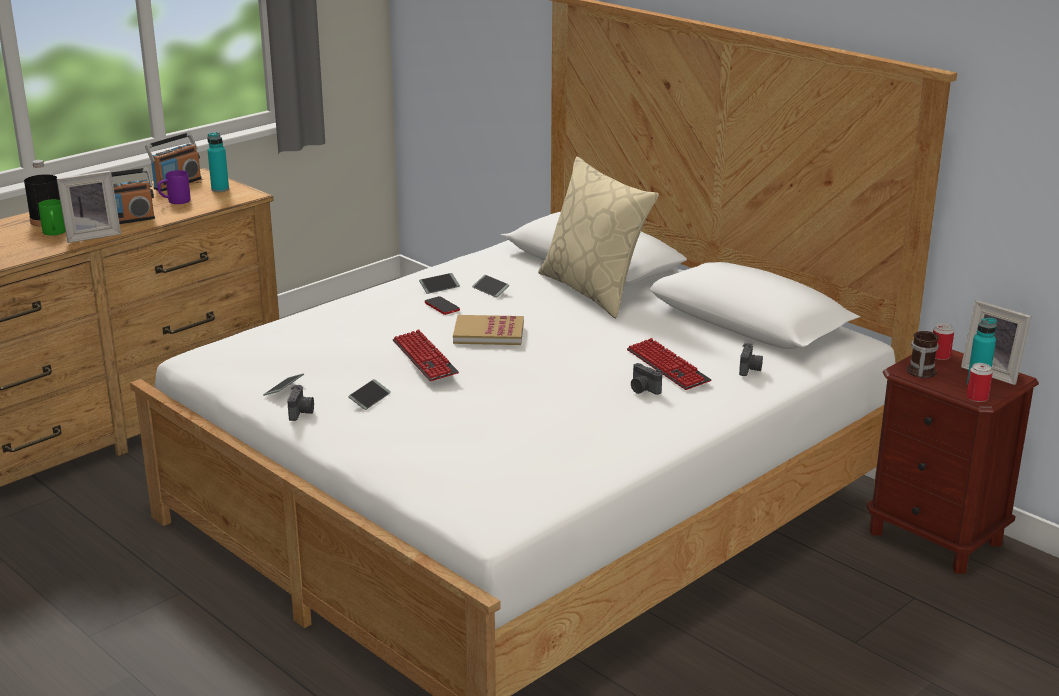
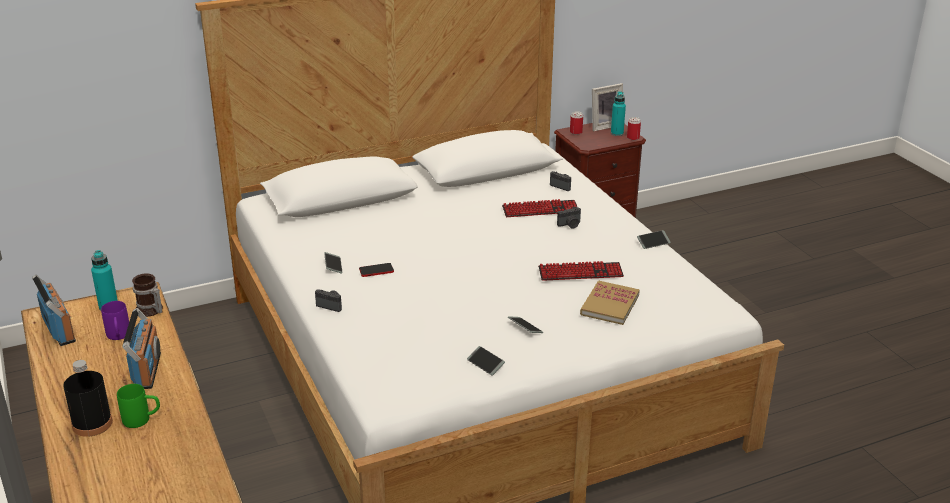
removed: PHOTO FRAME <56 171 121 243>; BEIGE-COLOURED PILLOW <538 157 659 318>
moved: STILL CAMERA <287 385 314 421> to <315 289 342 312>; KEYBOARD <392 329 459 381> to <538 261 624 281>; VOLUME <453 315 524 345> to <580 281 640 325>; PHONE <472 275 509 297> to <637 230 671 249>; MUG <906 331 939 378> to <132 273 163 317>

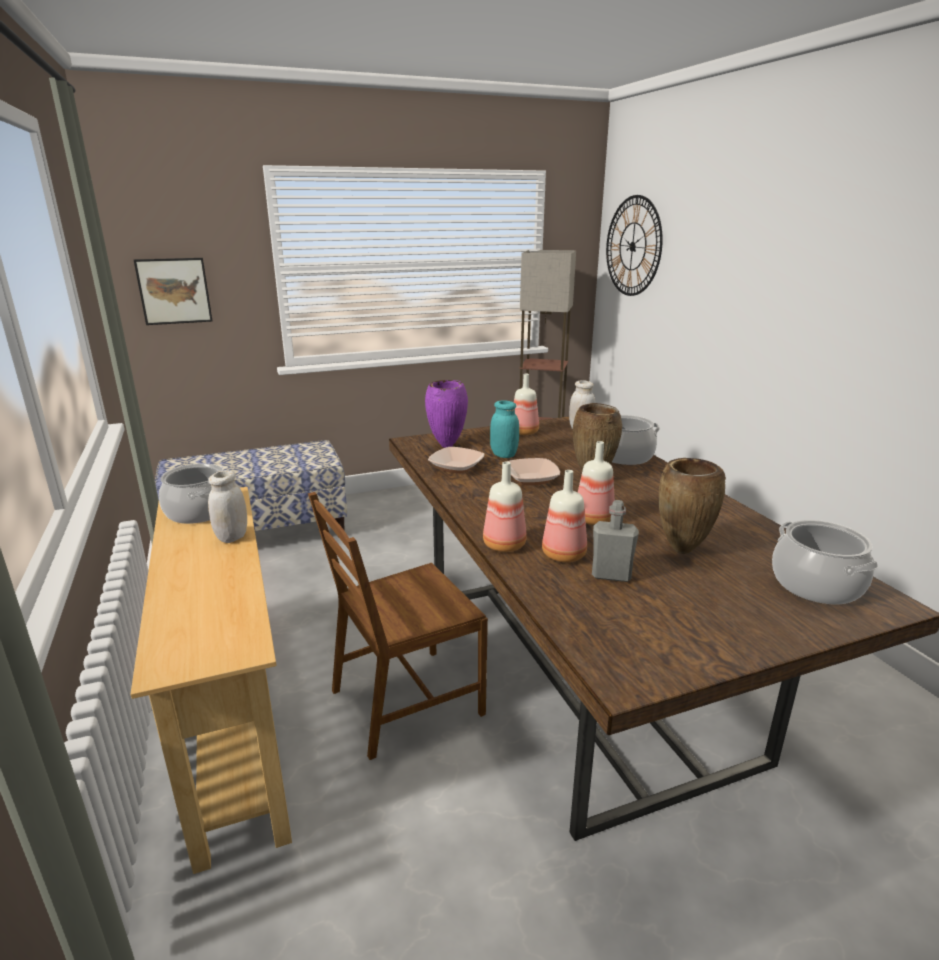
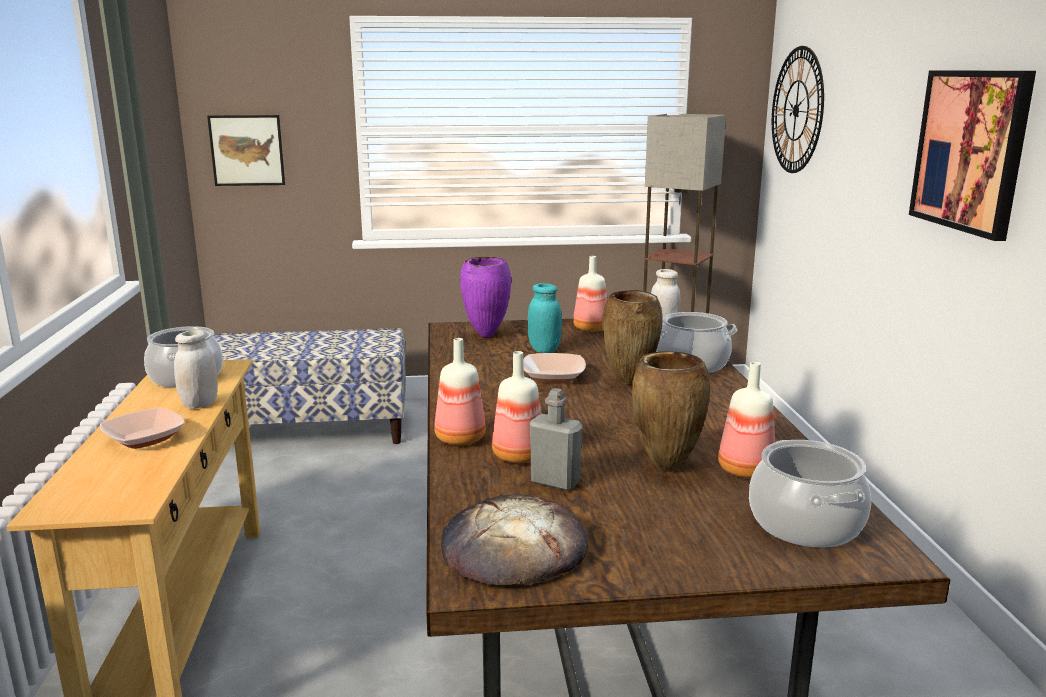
removed: BROWN CHAIR <308 492 488 760>
added: BREAD <441 495 588 585>; WALL ART <909 70 1036 241>
moved: BOWL <428 447 484 474> to <100 407 185 449>; DRINK BOTTLE <578 441 615 525> to <718 362 775 478>

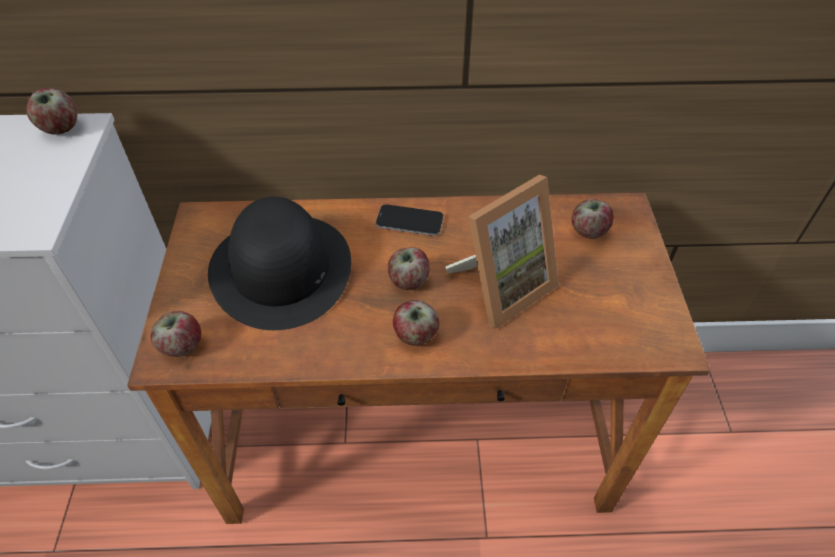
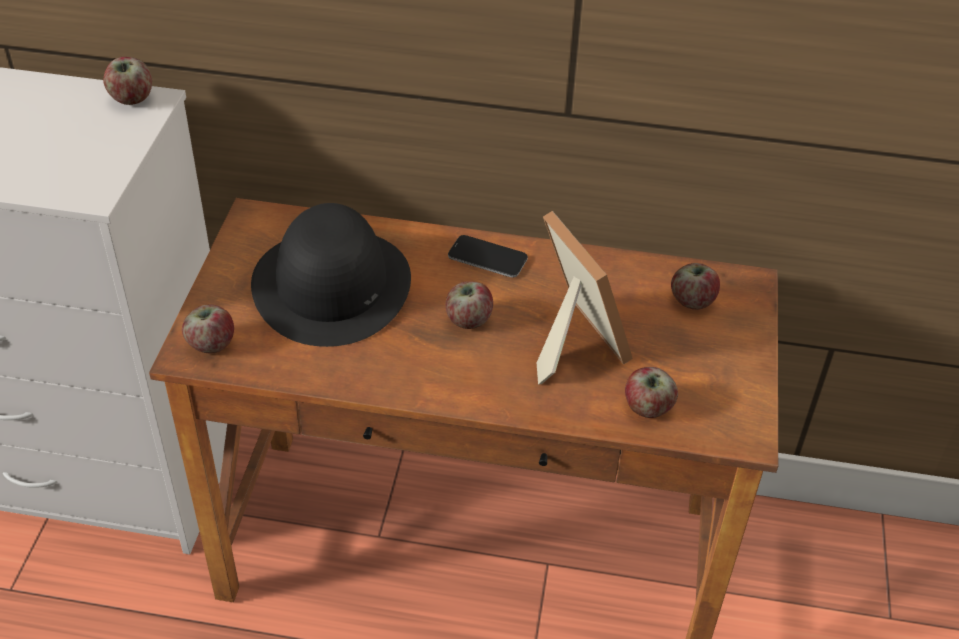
moved: APPLE FRUIT <393 300 440 346> to <625 367 678 418>
turned: PHOTO FRAME <445 175 559 329> = <537 211 633 384> 90 degrees counterclockwise

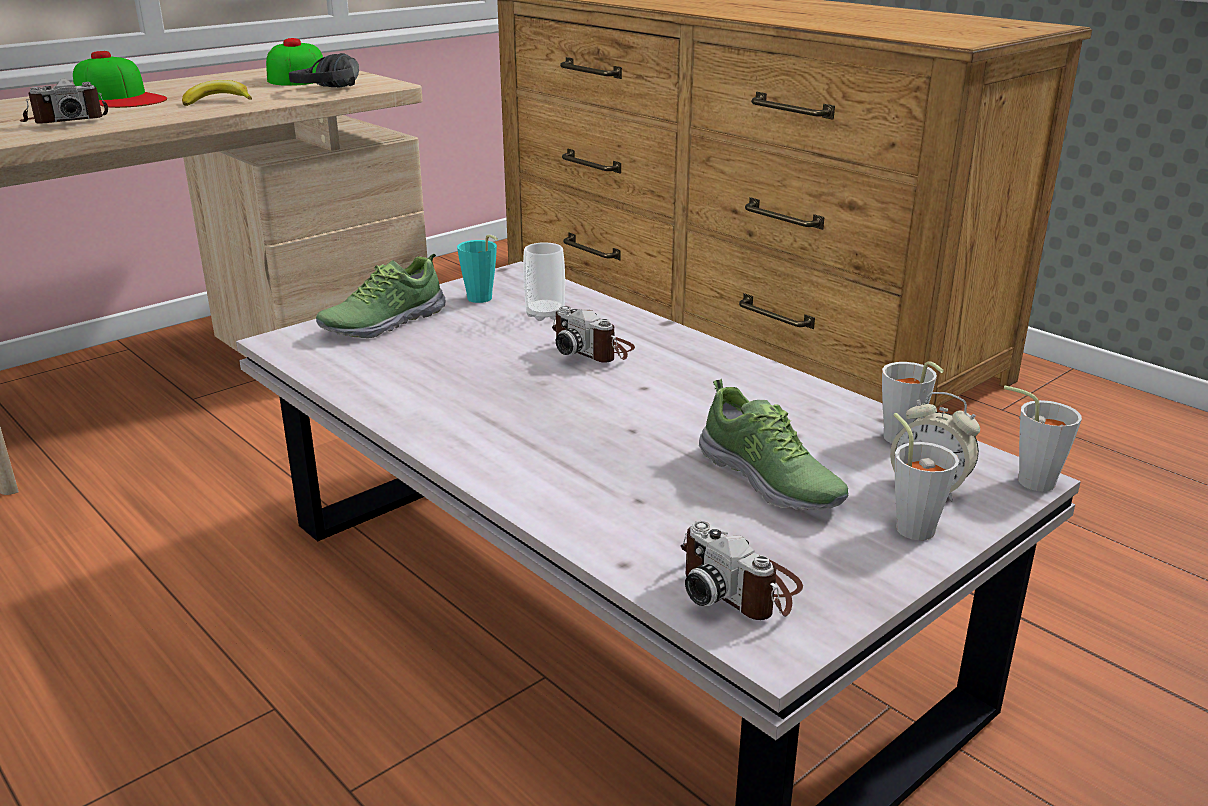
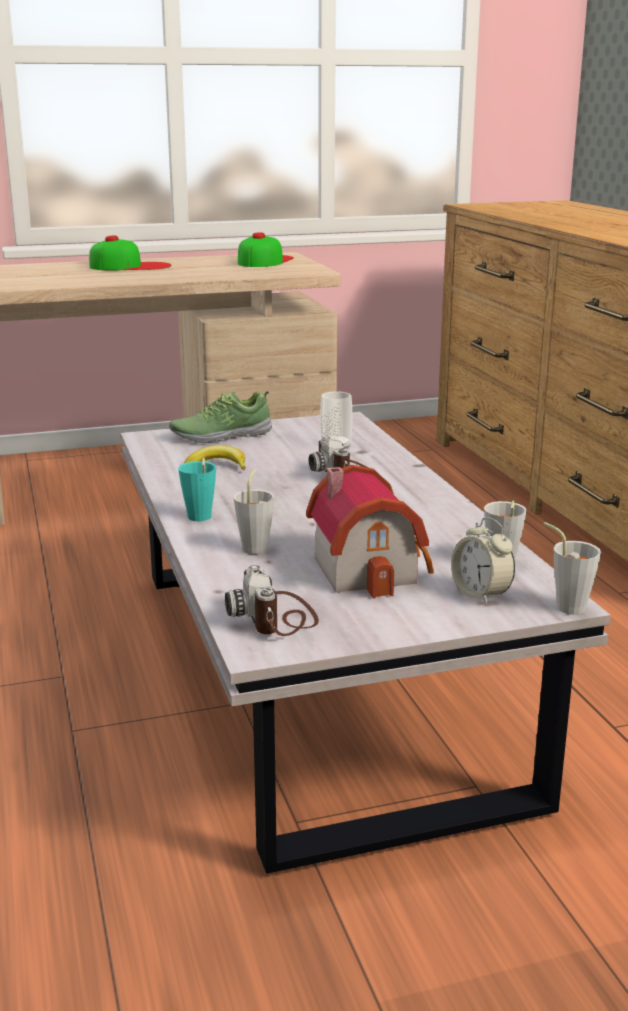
removed: STILL CAMERA <20 79 108 124>; BLACK HEADPHONES <289 53 359 87>
moved: BANANA <182 80 252 106> to <184 445 246 470>; BLUE-GREEN SMALL CUP <457 234 498 303> to <178 458 216 521>; GREY SMALL CUP <894 413 959 540> to <233 469 274 554>
replaced: ITEM OF FOOTWEAR <699 379 849 510> to TOY HOUSE <306 465 434 598>
turned: PEAKED CAP <73 51 167 108> = <89 235 172 271> 75 degrees counterclockwise

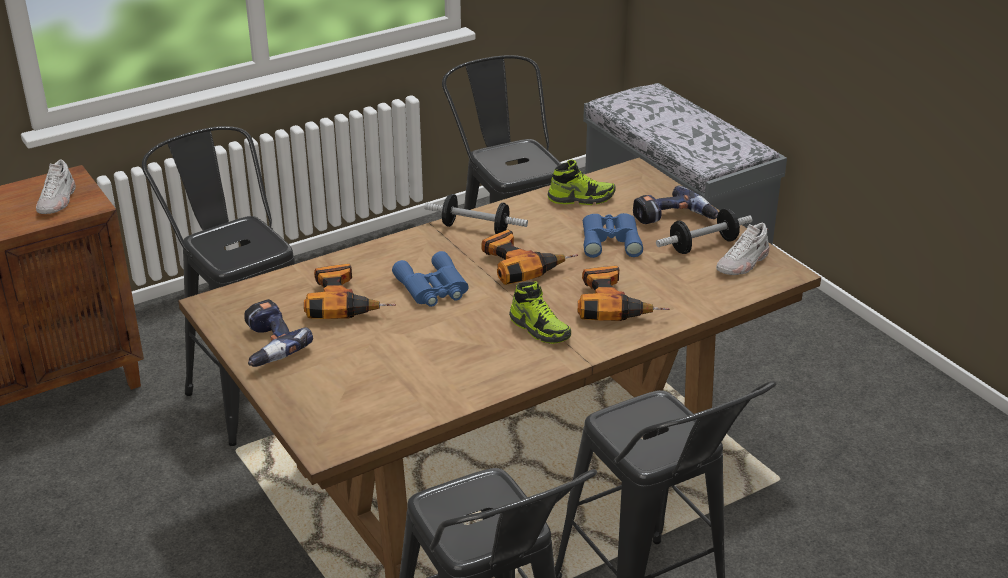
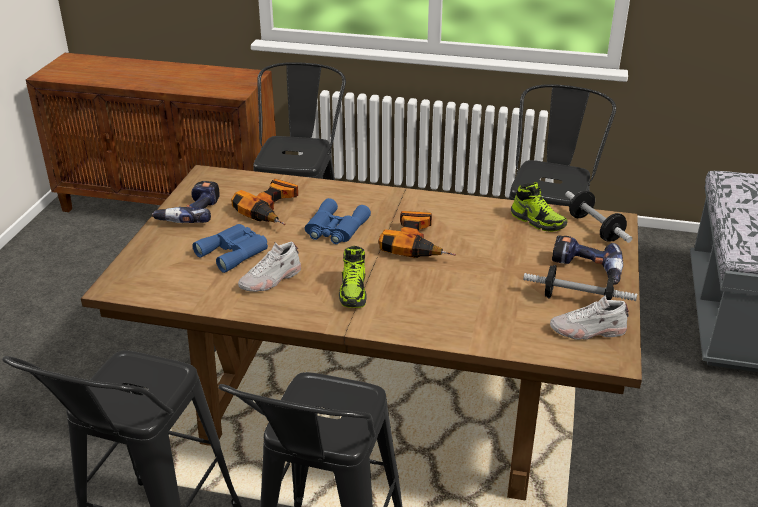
removed: POWER DRILL <578 266 669 321>
moved: WHITE-COLOURED ITEM OF FOOTWEAR <36 159 76 214> to <238 242 301 292>; FREE WEIGHT <424 194 528 234> to <565 191 632 243>; BLUE-COLOURED PAIR OF BINOCULARS <583 213 643 258> to <192 224 268 273>

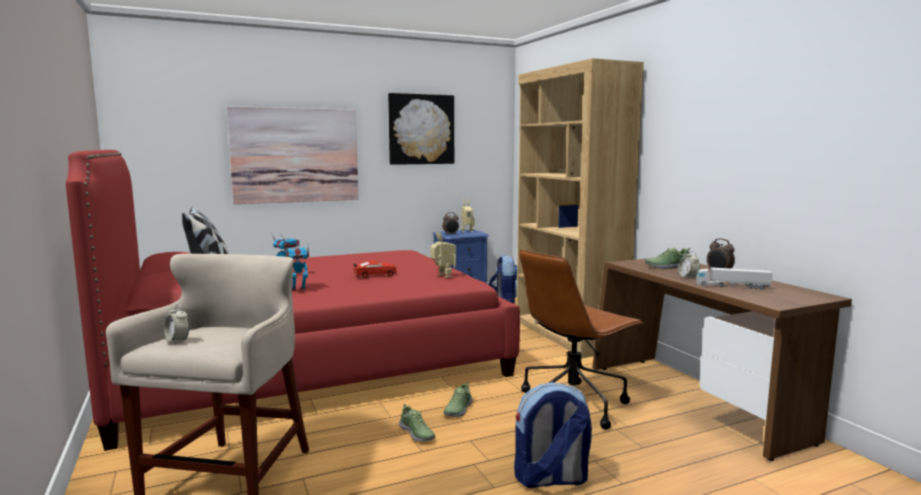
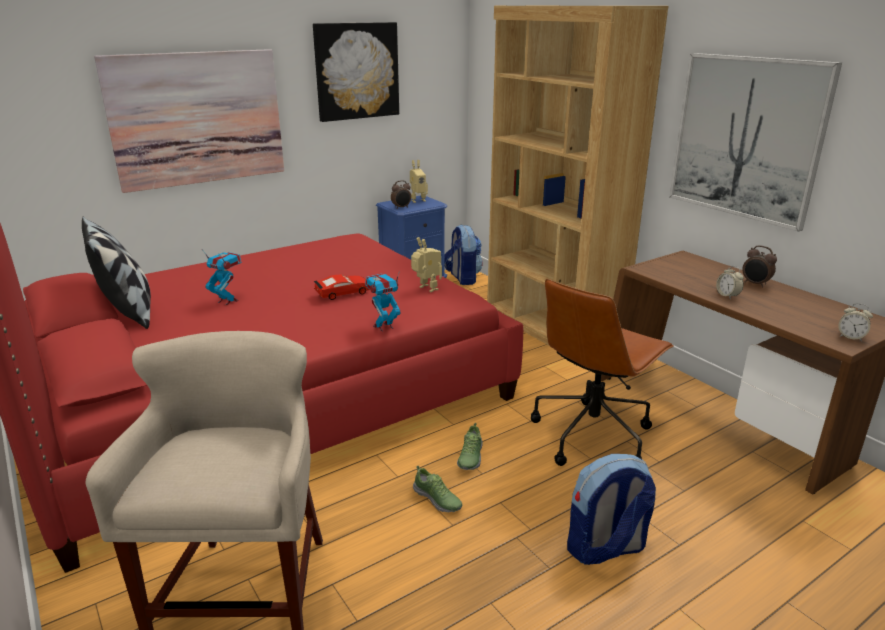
removed: ITEM OF FOOTWEAR <645 247 690 269>; TOY TRUCK <696 267 773 290>
added: WALL ART <669 53 842 232>
moved: BEDSIDE CLOCK <164 304 189 344> to <838 303 873 341>; ROBOT FIGURE <286 248 309 291> to <365 271 400 332>

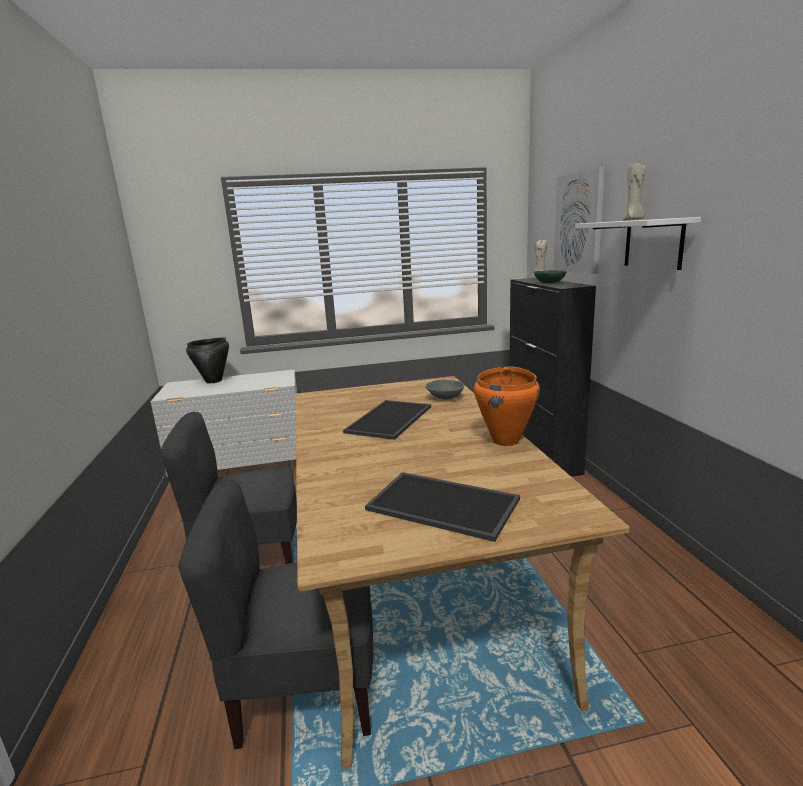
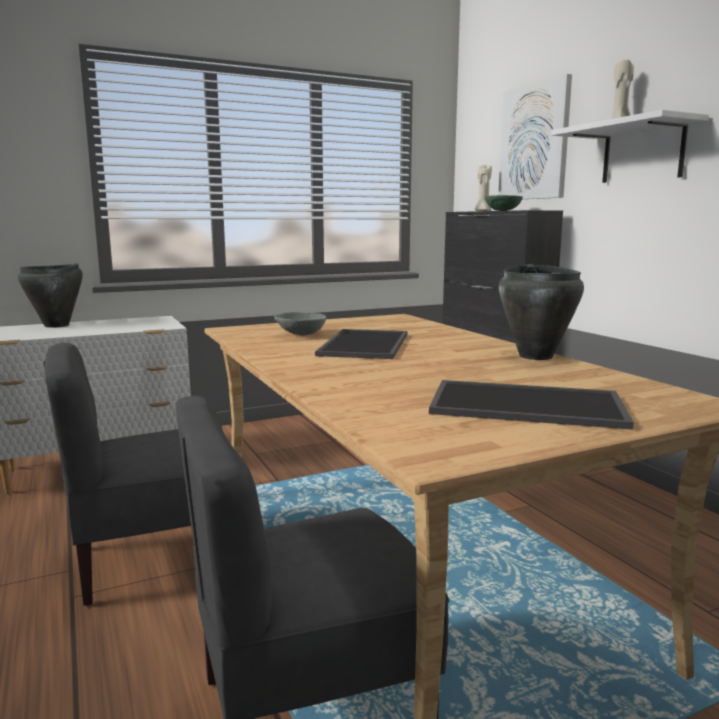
moved: GREY BOWL <426 380 464 400> to <274 312 326 336>
recoloured: ORANGE SAUCEPOT <474 366 540 446> to BLACK SAUCEPOT <499 264 584 360>

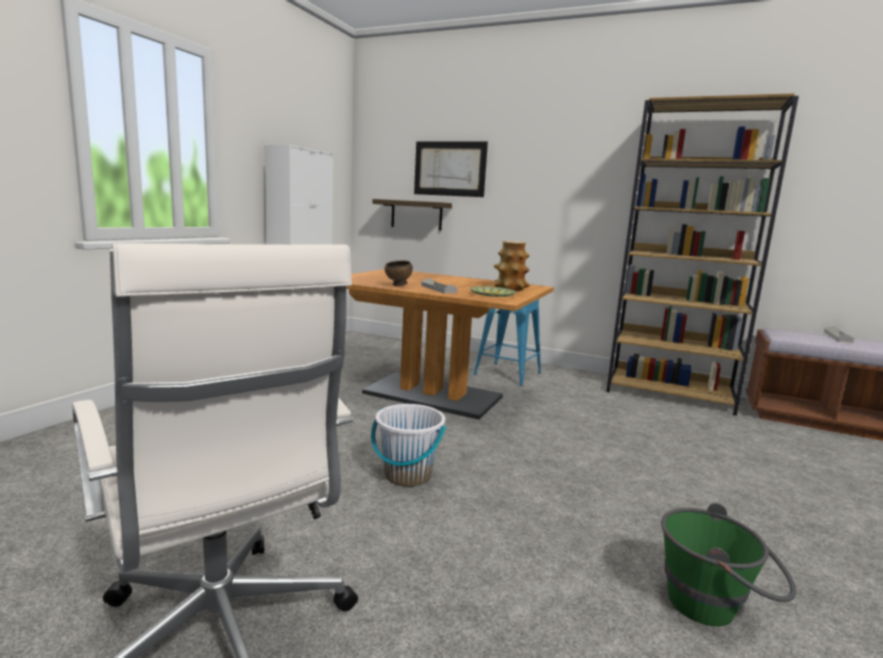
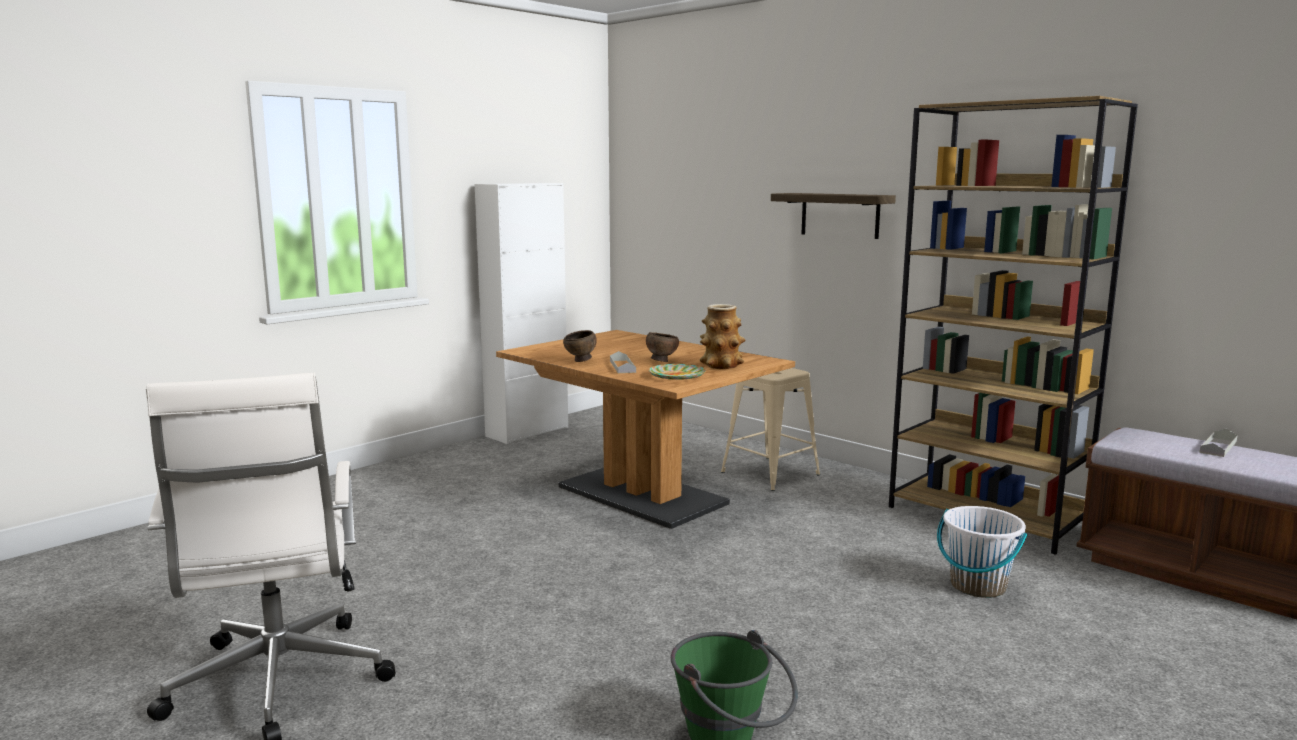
removed: WALL ART <414 142 488 197>
added: BROWN BOWL <646 332 679 362>
moved: WHITE-COLOURED PAIL <371 404 446 487> to <937 506 1027 598>; WALL SHELF <373 199 452 231> to <771 193 896 239>
recoloured: BLUE-COLOURED SITTING STOOL <474 299 541 386> to BEIGE-COLOURED SITTING STOOL <721 368 820 491>

